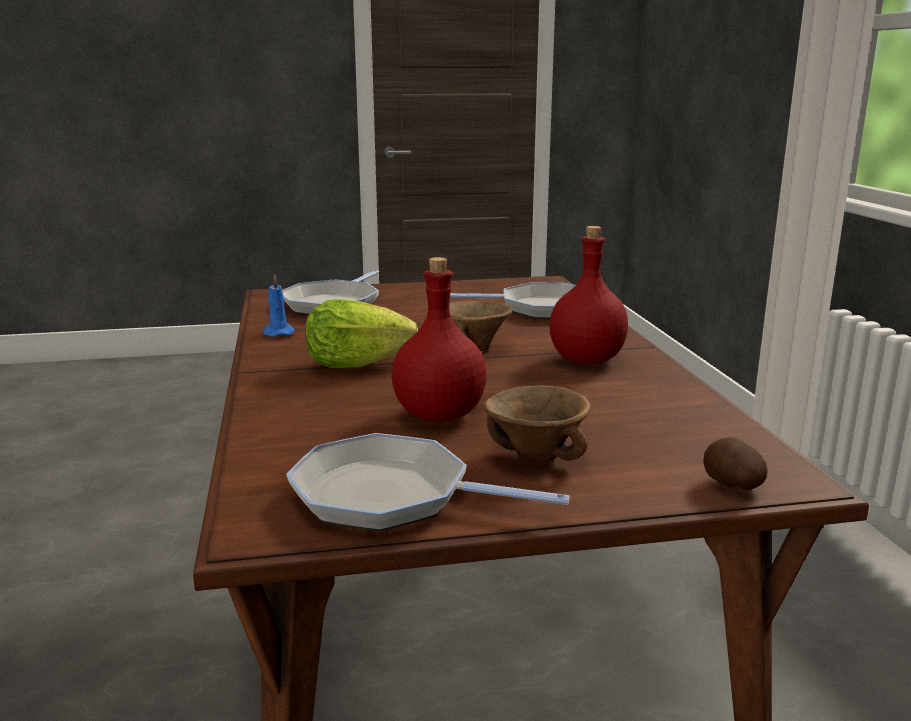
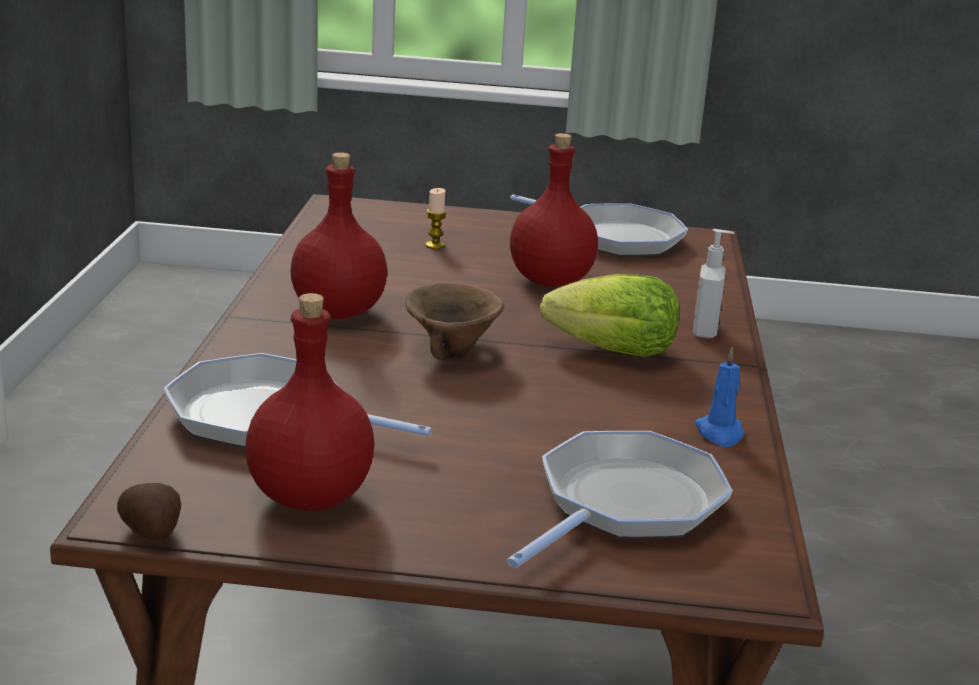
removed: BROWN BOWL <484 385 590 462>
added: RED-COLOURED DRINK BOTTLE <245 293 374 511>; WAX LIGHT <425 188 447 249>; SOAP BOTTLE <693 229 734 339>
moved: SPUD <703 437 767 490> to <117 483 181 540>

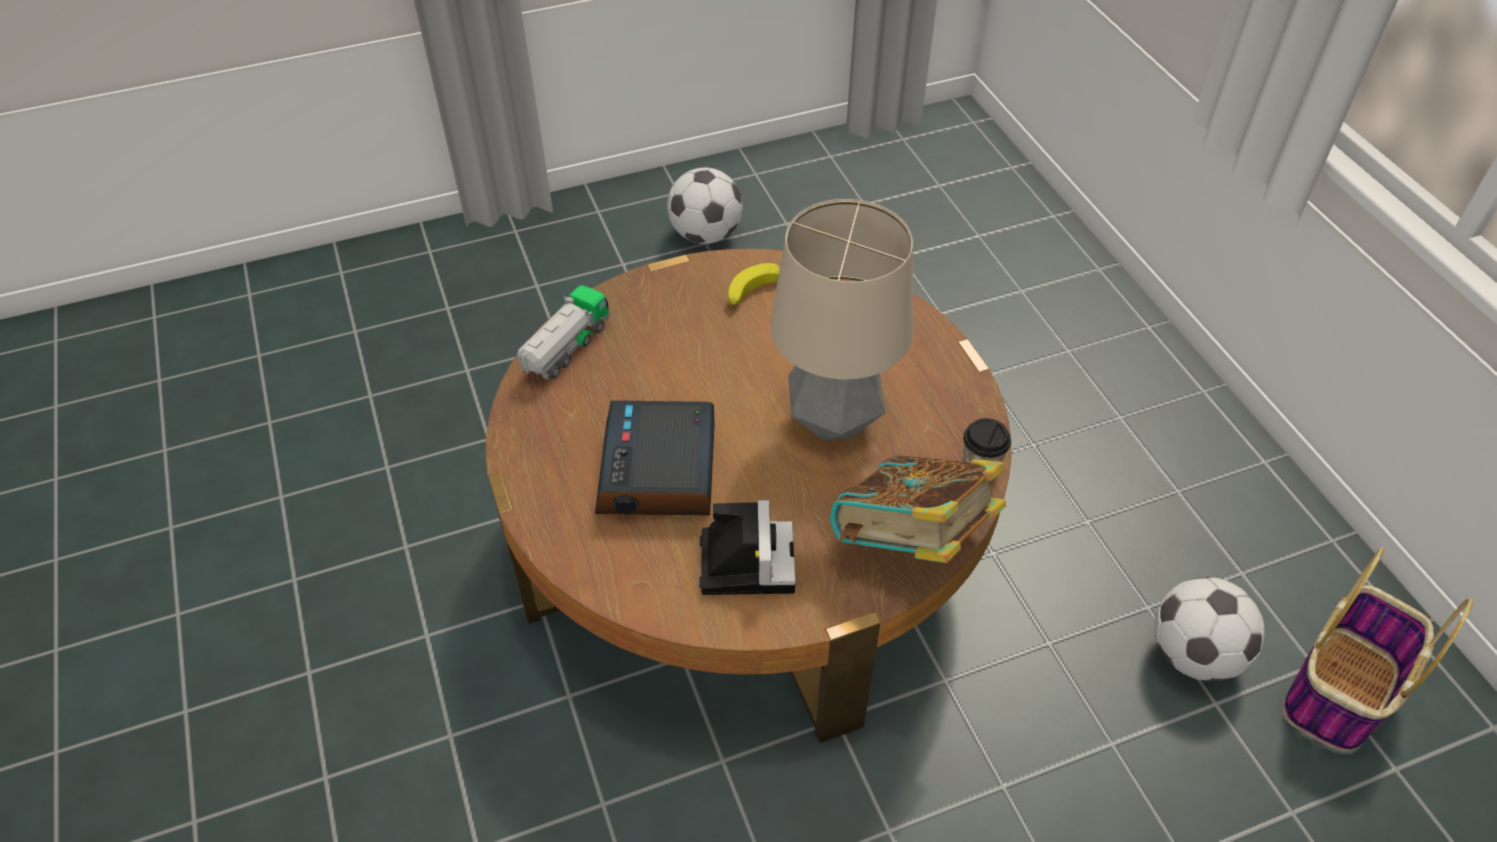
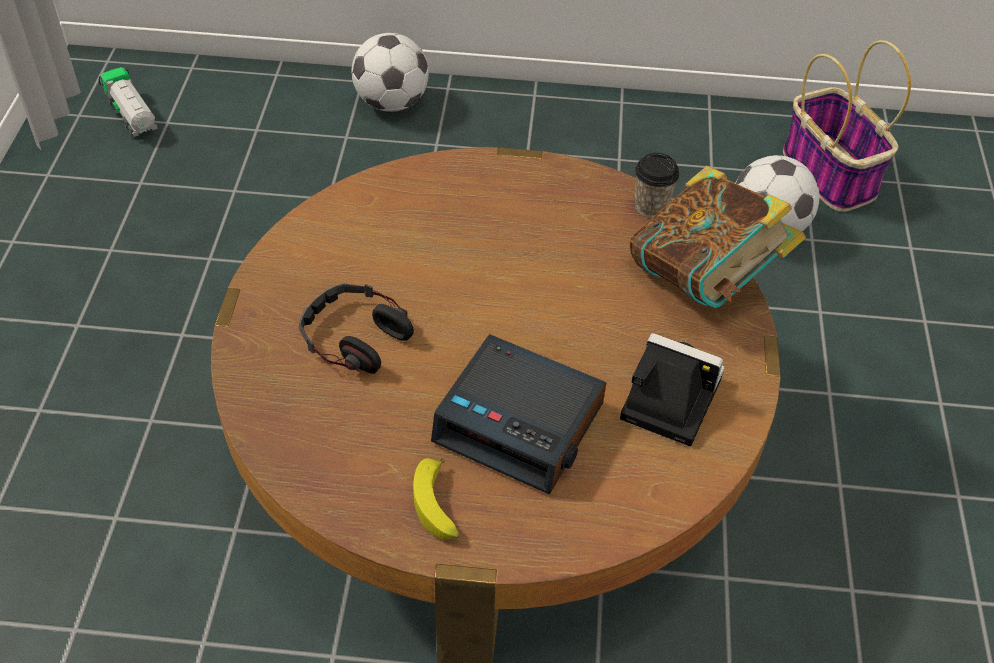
removed: LAMP FOR A TABLE <770 199 913 440>
added: HEADPHONES <299 283 414 374>
moved: TOY TRUCK <517 285 610 380> to <98 67 158 137>; FOOTBALL <667 167 742 244> to <352 33 429 112>; BANANA <728 263 780 307> to <413 458 459 540>

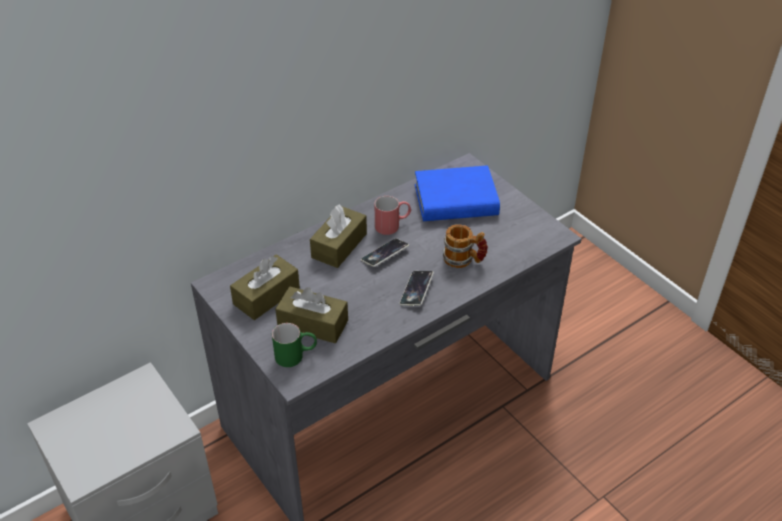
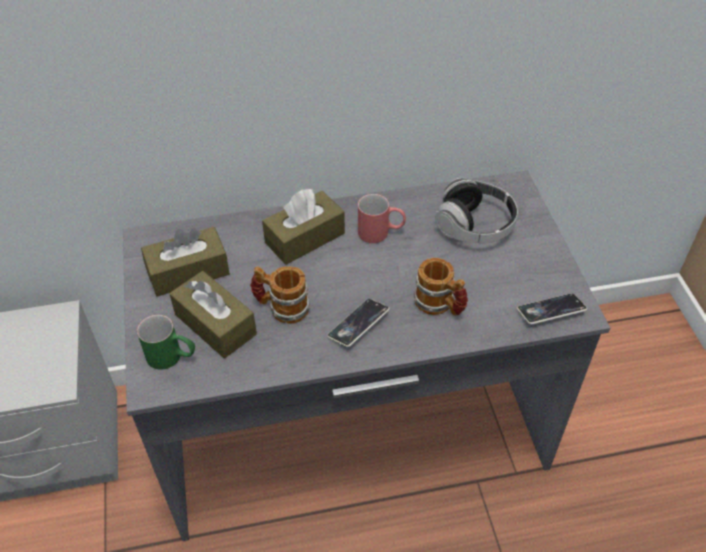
added: MUG <250 266 310 324>
moved: PHONE <361 238 409 267> to <517 293 587 325>
replaced: BLUE-COLOURED VOLUME <415 165 500 221> to HEADPHONES <435 178 518 243>

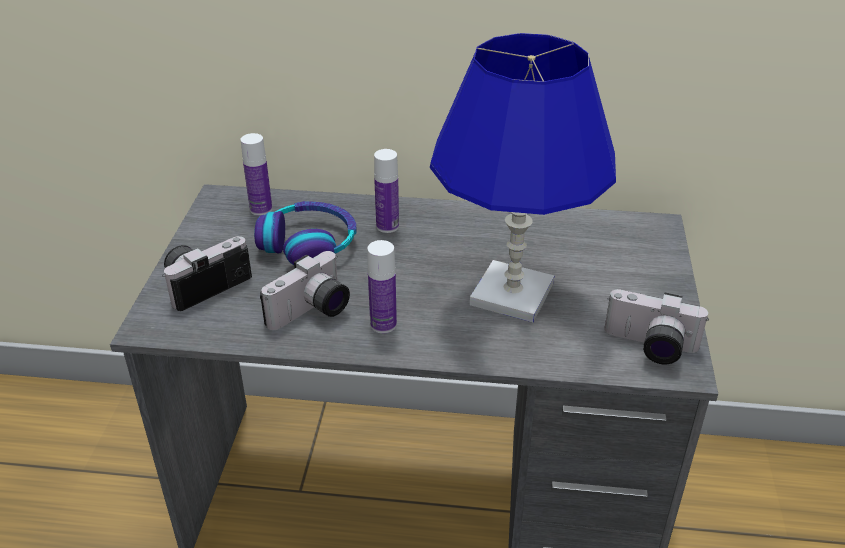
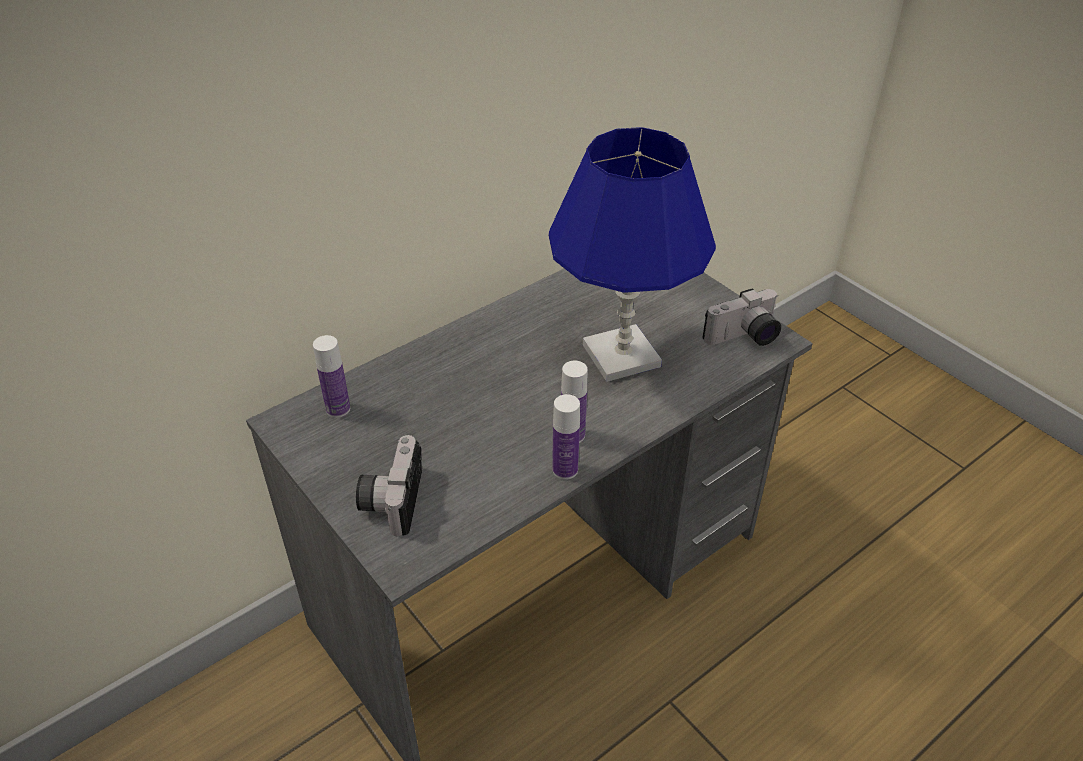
removed: HEADPHONES <254 201 357 265>; STILL CAMERA <260 251 350 330>
moved: DRINK BOTTLE <374 149 399 233> to <552 394 580 480>

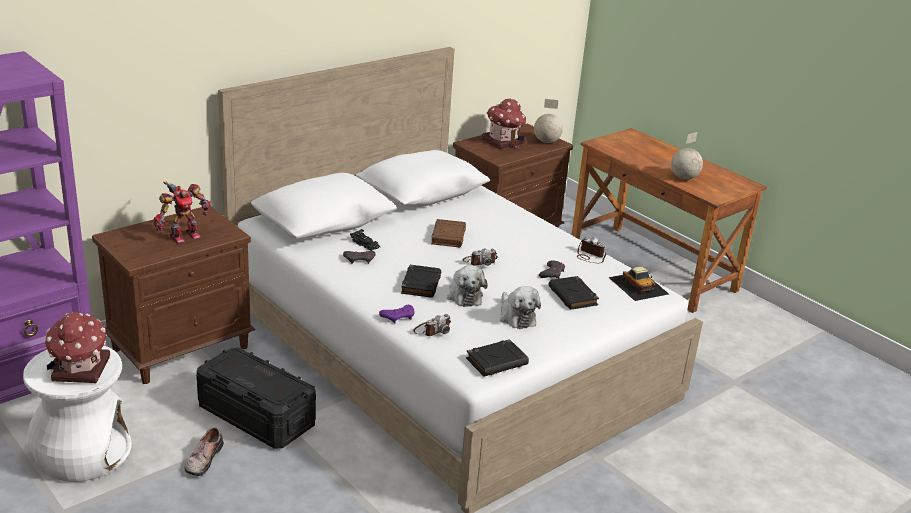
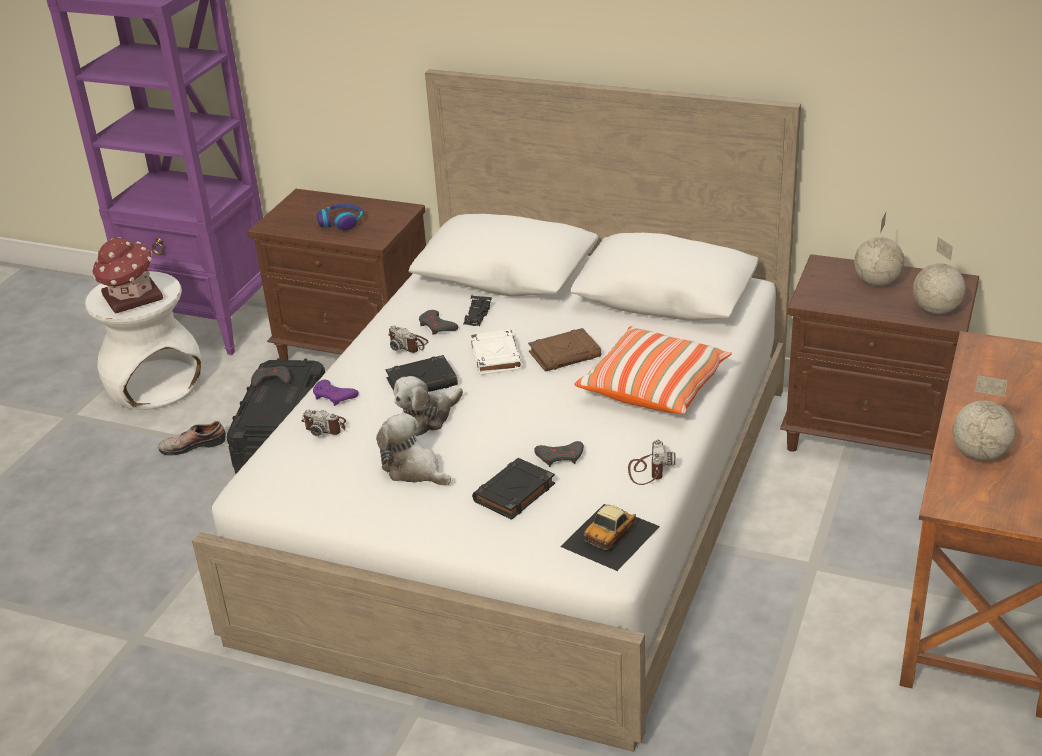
removed: BLACK VOLUME <466 339 529 377>
added: GREY GAMEPAD <251 366 291 387>; WHITE-COLOURED VOLUME <470 329 523 375>; PILLOW <574 326 732 414>
moved: STILL CAMERA <463 248 498 266> to <388 325 429 353>
replaced: ROBOT FIGURE <154 182 210 244> to HEADPHONES <317 204 363 230>; TOY HOUSE <481 99 526 149> to GLOBE <854 212 904 286>
turned: PLUSH TOY <500 286 541 329> = <376 413 451 486> 90 degrees clockwise

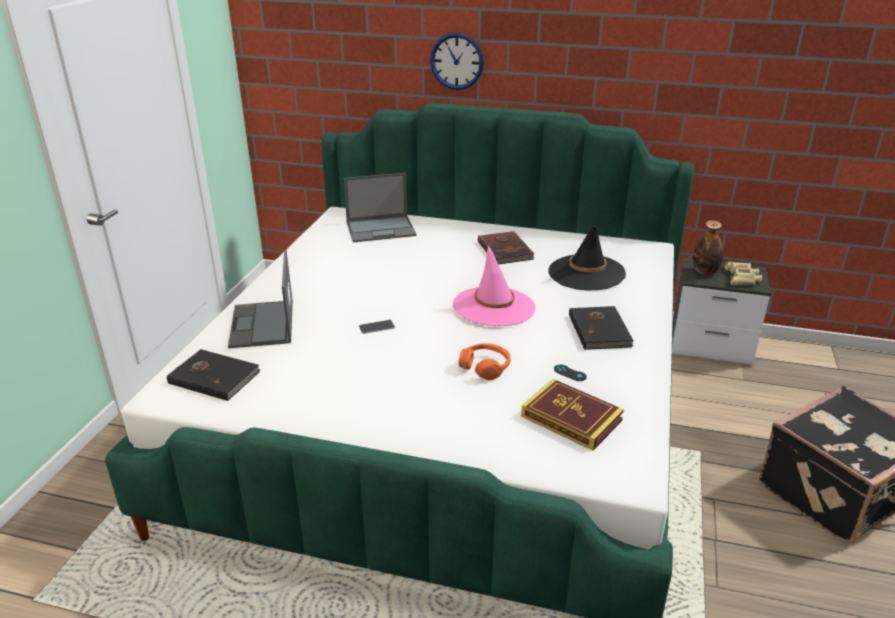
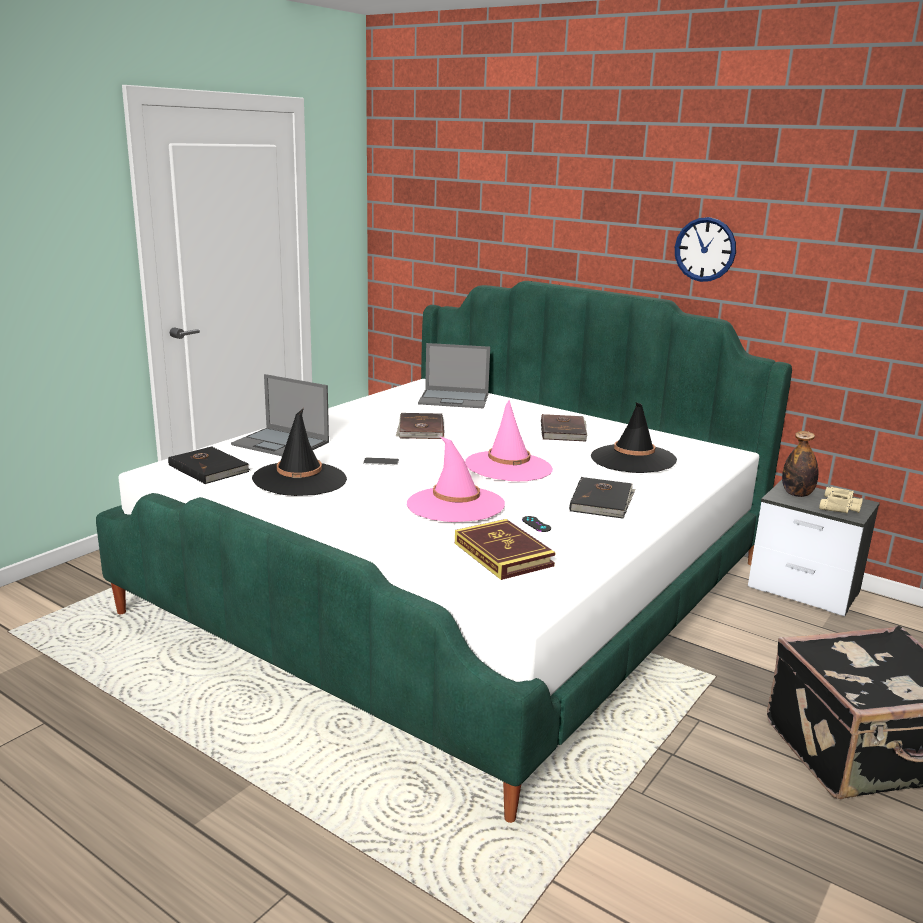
added: BLACK HAT <252 408 347 496>; BROWN VOLUME <396 413 444 439>
moved: HANGING CLOCK <430 33 484 90> to <675 217 736 282>
replaced: ORANGE HEADPHONES <459 343 511 381> to PINKISH HAT <407 437 505 522>
turned: PORTABLE COMPUTER <228 250 293 348> = <231 374 329 456> 75 degrees counterclockwise

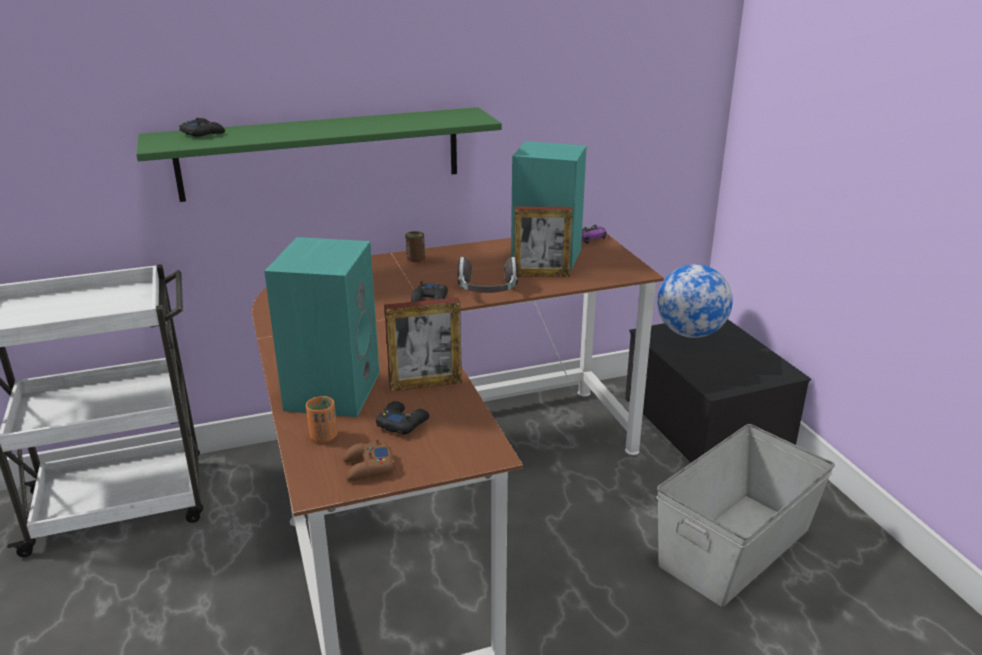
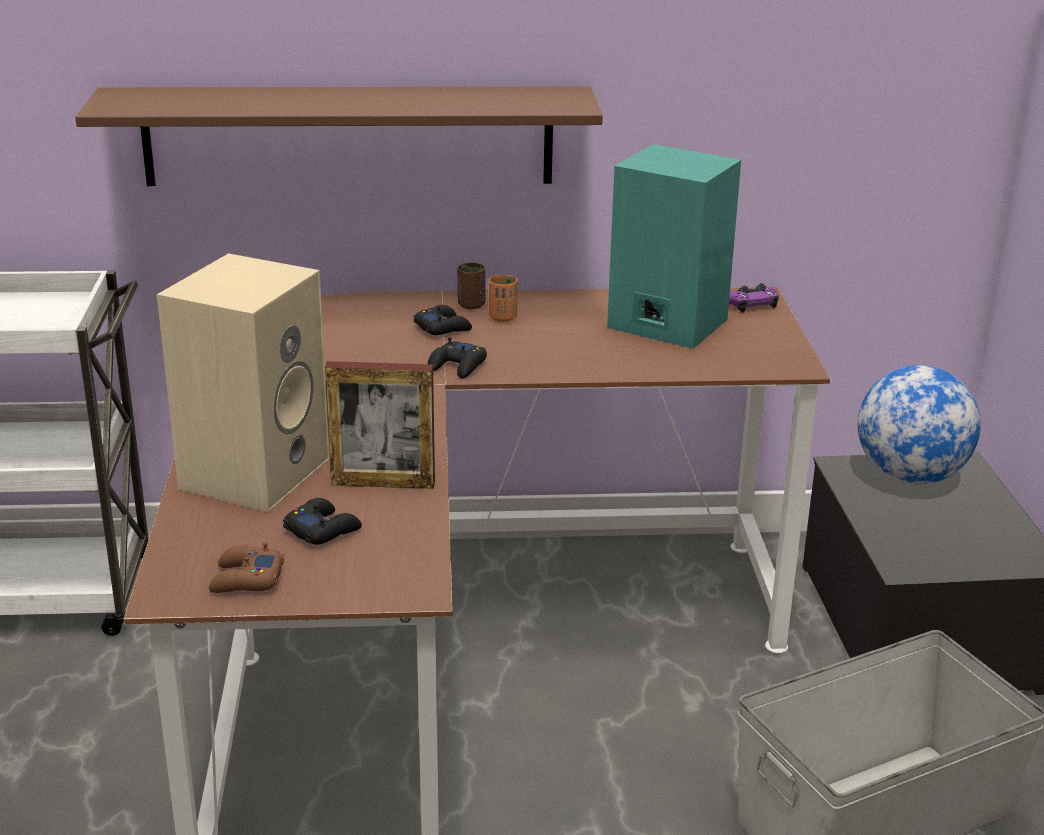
removed: HEADPHONES <457 257 518 293>; PHOTO FRAME <514 207 573 277>
moved: BLACK GAMEPAD <179 118 225 137> to <413 305 472 335>; ORANGE SMALL CUP <306 396 338 443> to <489 275 518 322>
recoloured: GREEN-COLOURED WALL SHELF <136 107 502 202> to BROWN WALL SHELF <75 87 603 186>; BLUE-GREEN AUDIO SPEAKER <264 237 380 417> to BEIGE-COLOURED AUDIO SPEAKER <157 253 330 512>

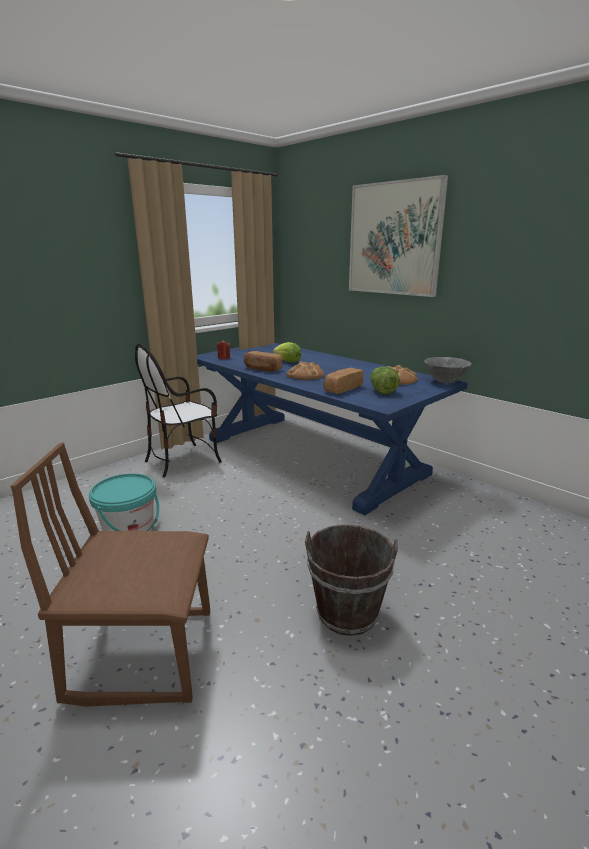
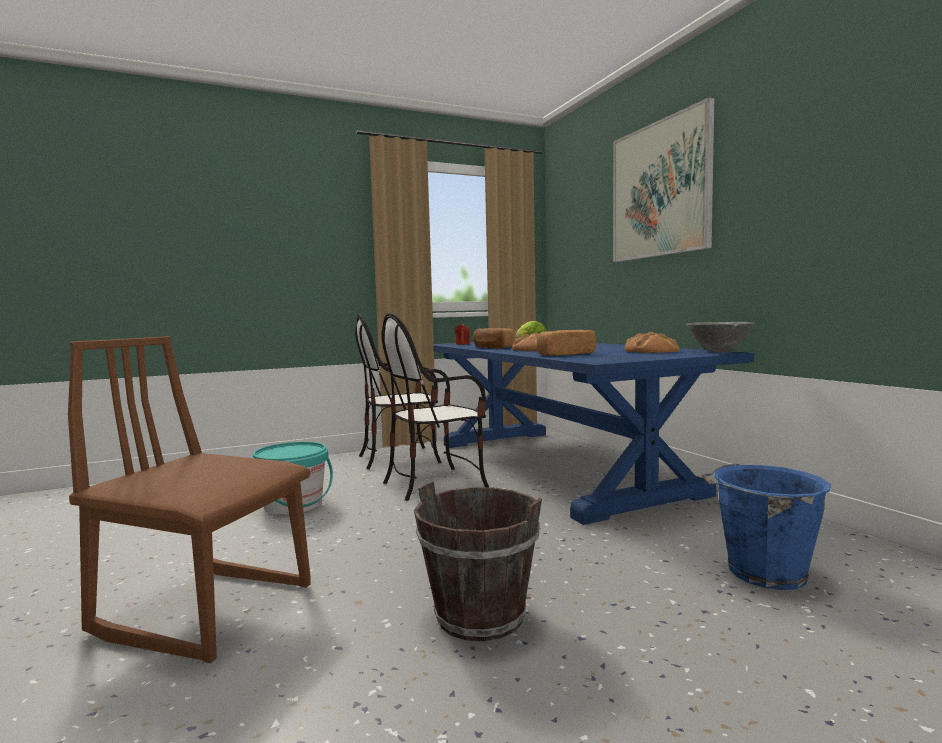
removed: LETTUCE <370 367 400 394>
added: CHAIR <381 313 489 501>; BLUE-COLOURED PAIL <702 464 831 590>

